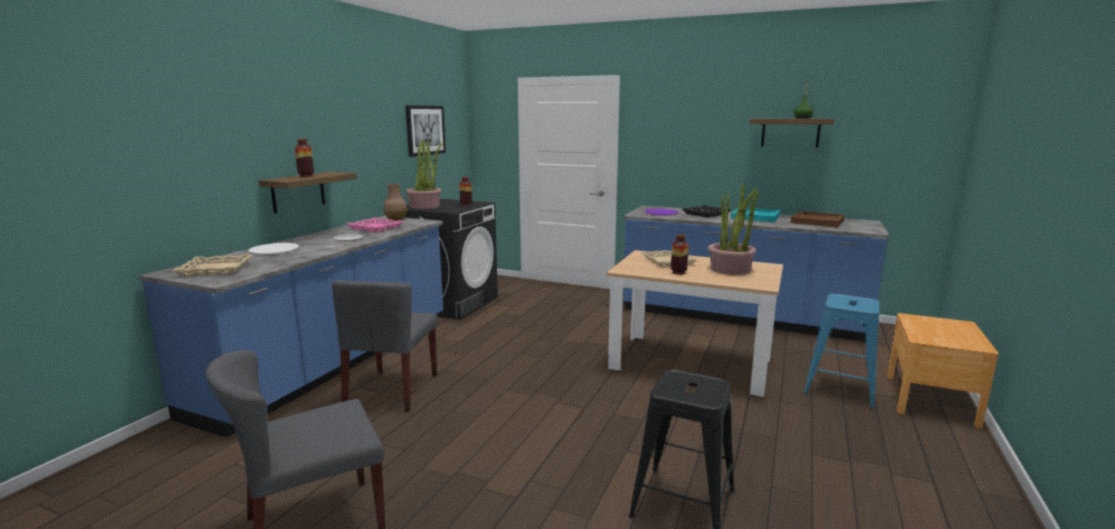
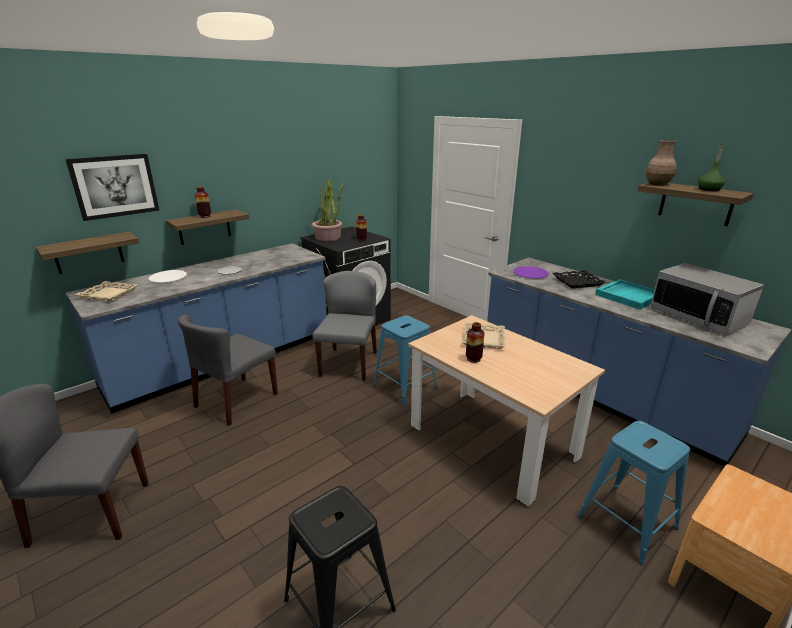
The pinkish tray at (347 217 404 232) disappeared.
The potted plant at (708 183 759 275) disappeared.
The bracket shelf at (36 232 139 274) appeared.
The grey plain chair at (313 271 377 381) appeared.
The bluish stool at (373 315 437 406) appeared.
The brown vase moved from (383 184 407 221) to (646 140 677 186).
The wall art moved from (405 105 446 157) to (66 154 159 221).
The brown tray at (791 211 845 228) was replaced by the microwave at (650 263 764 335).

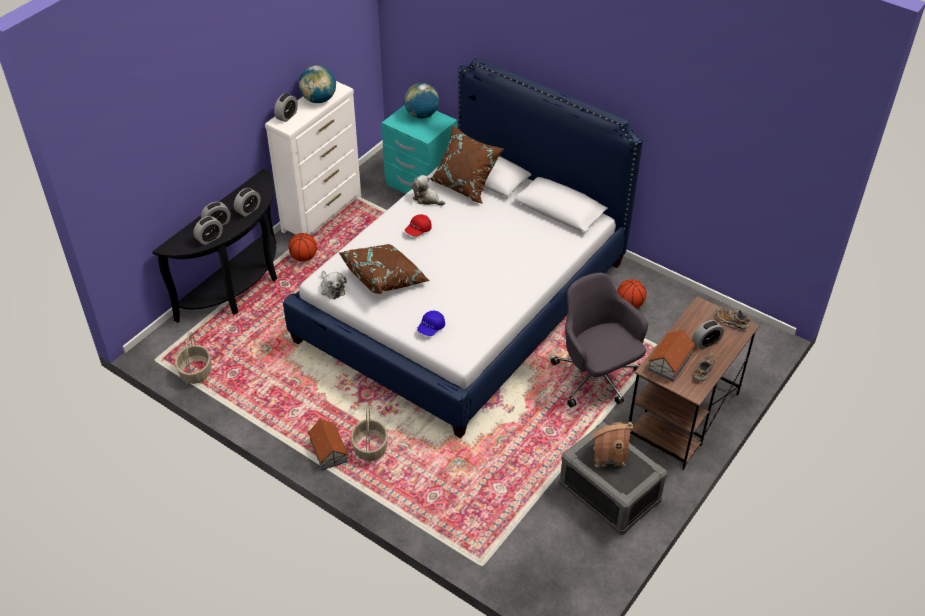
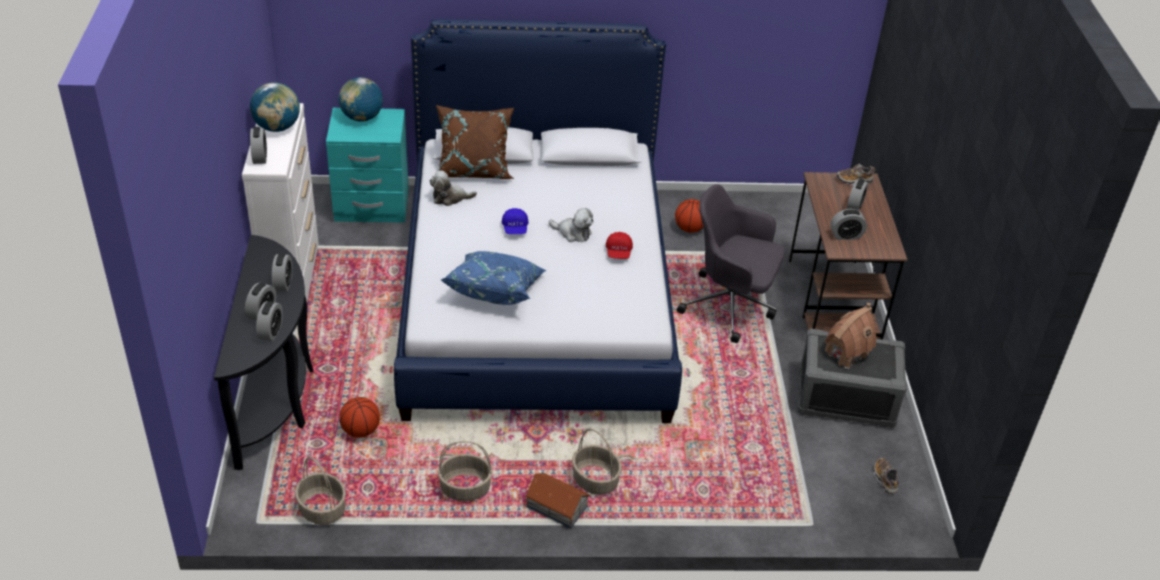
The storage basket at (438 441 492 502) appeared.
The basketball ball moved from (289 233 317 262) to (339 397 380 438).
The plush toy moved from (321 271 347 299) to (549 208 593 242).
The red-coloured peaked cap moved from (405 214 432 237) to (606 232 633 259).
The bluish peaked cap moved from (417 310 445 336) to (502 208 529 234).
The shoe moved from (694 353 715 382) to (874 458 899 495).
The toy house at (648 330 695 381) was replaced by the alarm clock at (830 209 867 240).
The brown cushion at (339 244 430 294) became the bluish cushion at (440 251 547 305).

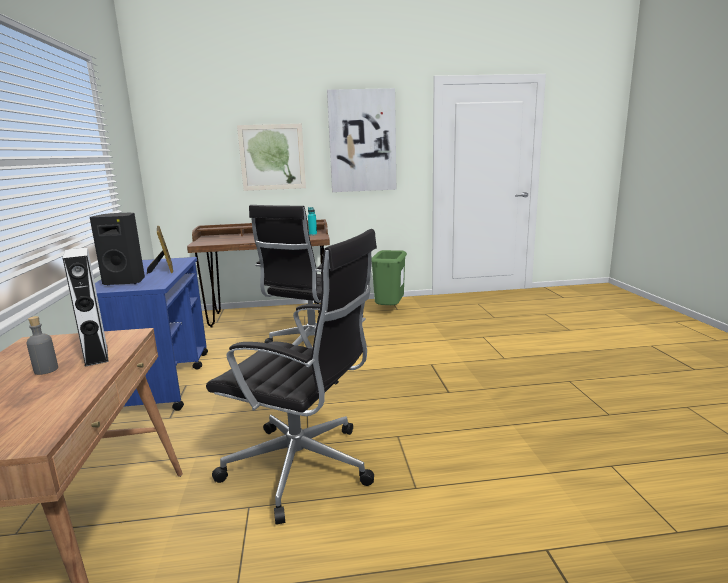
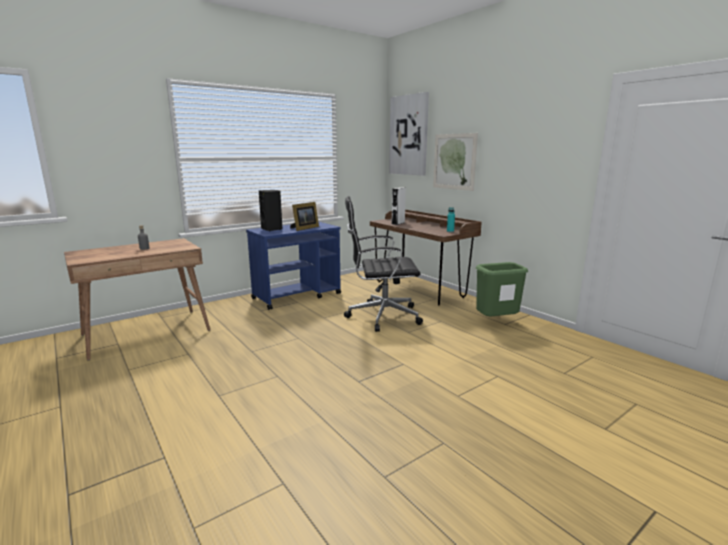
The black-coloured desk chair at (206 229 377 525) disappeared.
The white loudspeaker moved from (63 247 108 367) to (392 187 406 225).
The wall art moved from (327 88 396 192) to (389 92 429 176).

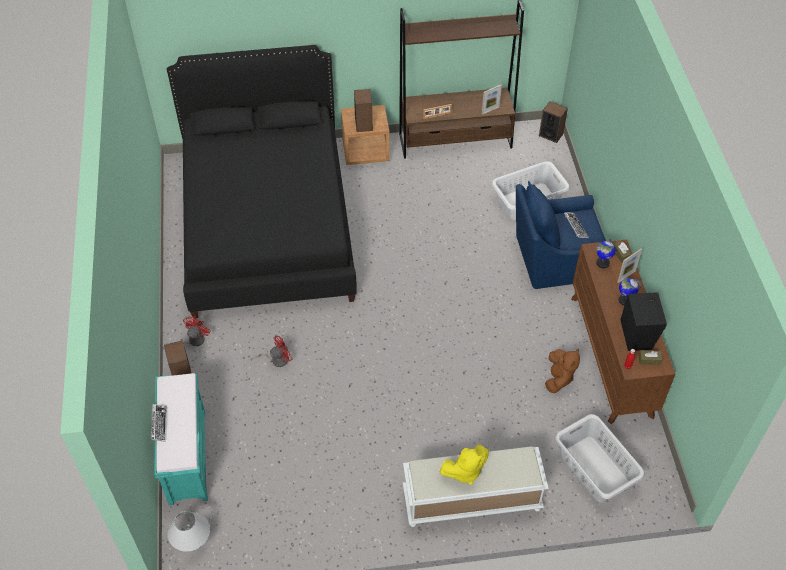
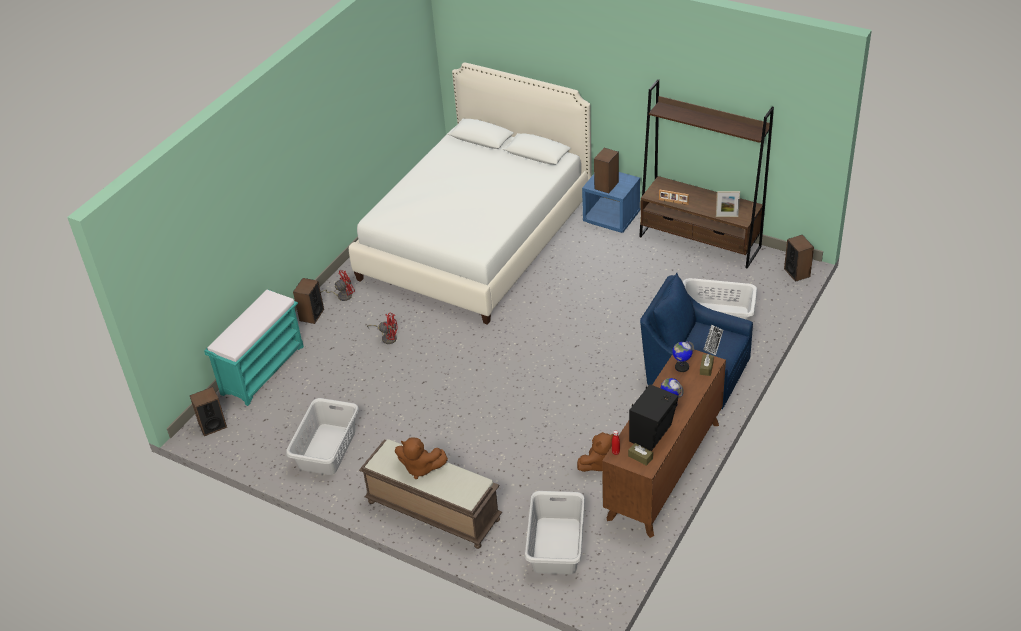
The computer keyboard at (151 404 167 442) disappeared.
The standing frame at (618 249 642 283) disappeared.
The grey laundry basket at (286 398 359 475) appeared.
The white tabletop lamp at (168 511 210 552) was replaced by the loudspeaker at (190 387 227 436).
The black-coloured bed at (167 45 357 318) became the white bed at (349 63 592 325).
The brown night table at (341 105 390 165) became the bluish night table at (582 172 640 233).
The white long seat at (403 446 549 527) became the brown long seat at (359 439 502 549).
The yellow plush toy at (440 445 489 485) became the brown plush toy at (395 437 448 479).

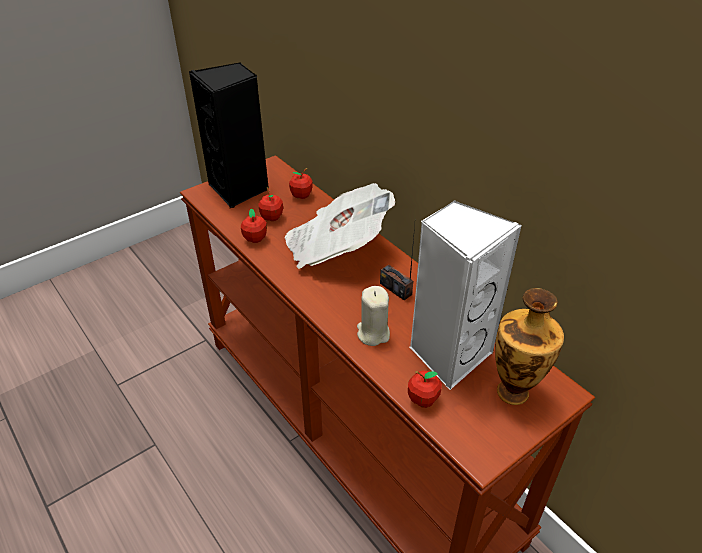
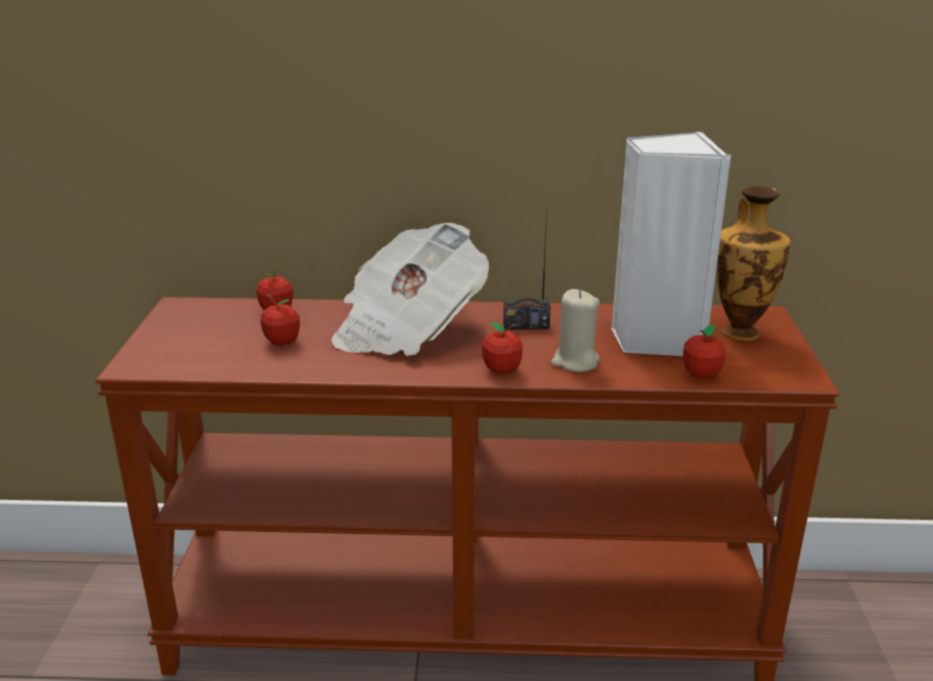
The black-coloured loudspeaker at (189 62 269 208) disappeared.
The apple moved from (241 209 267 243) to (482 322 523 375).

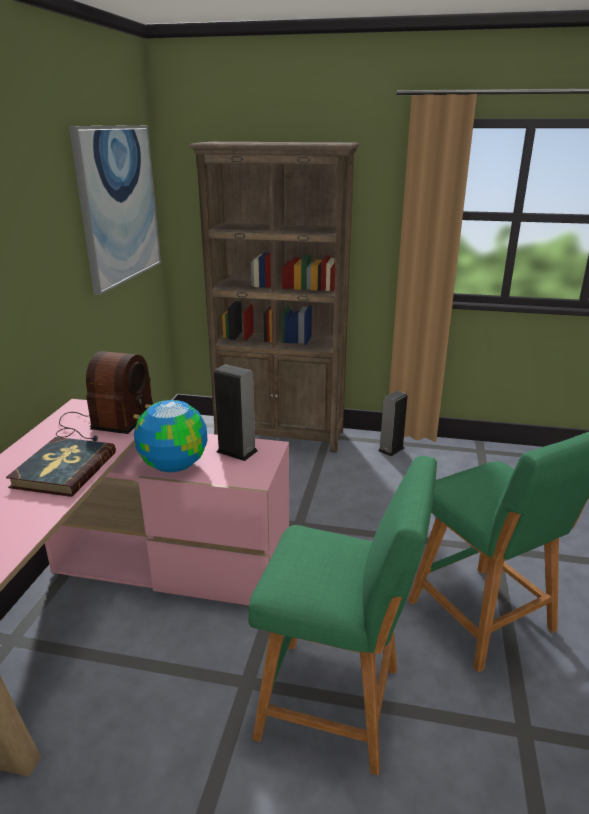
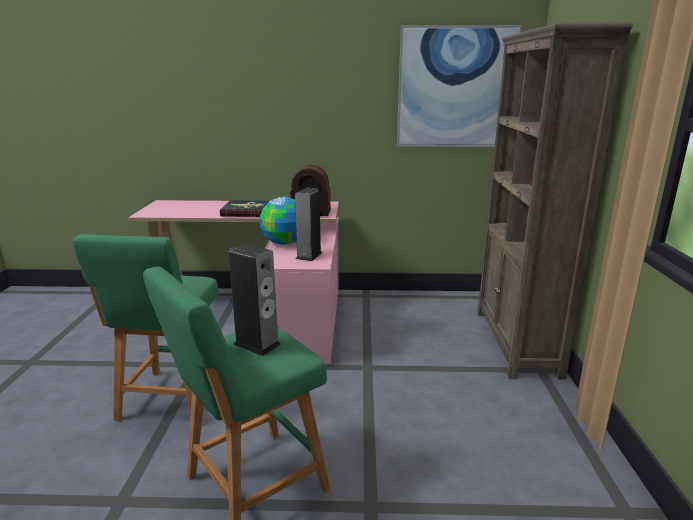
The loudspeaker moved from (378 391 407 456) to (228 244 281 356).

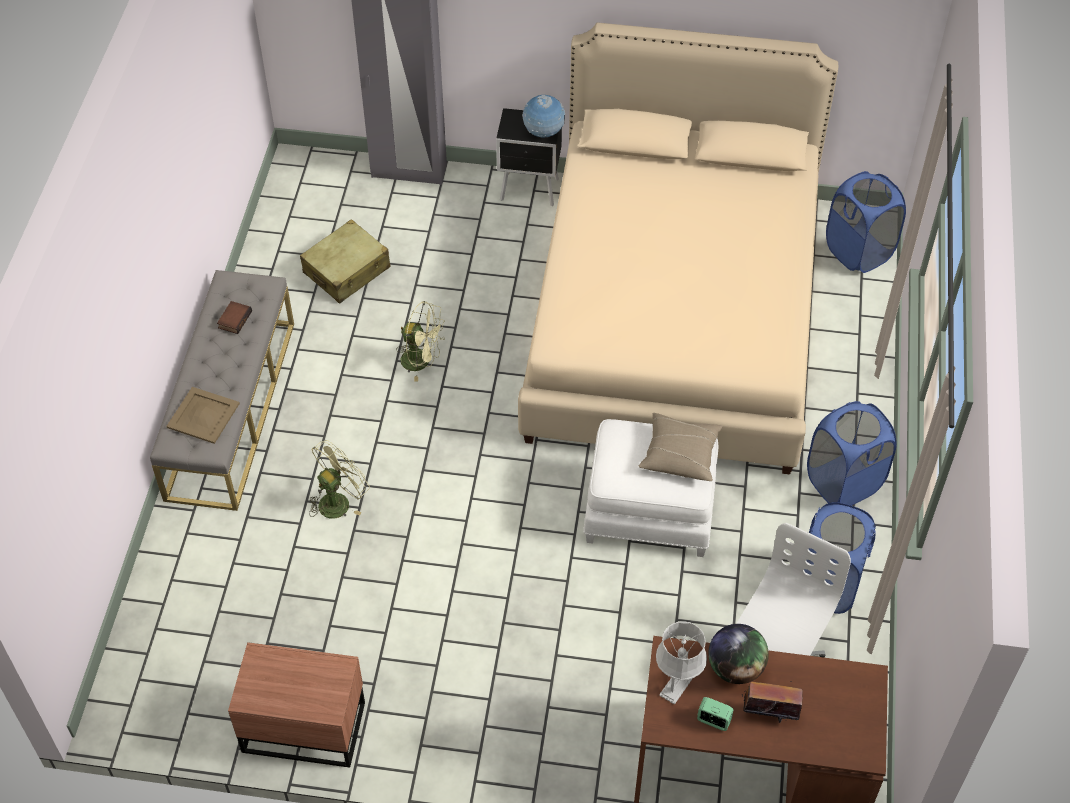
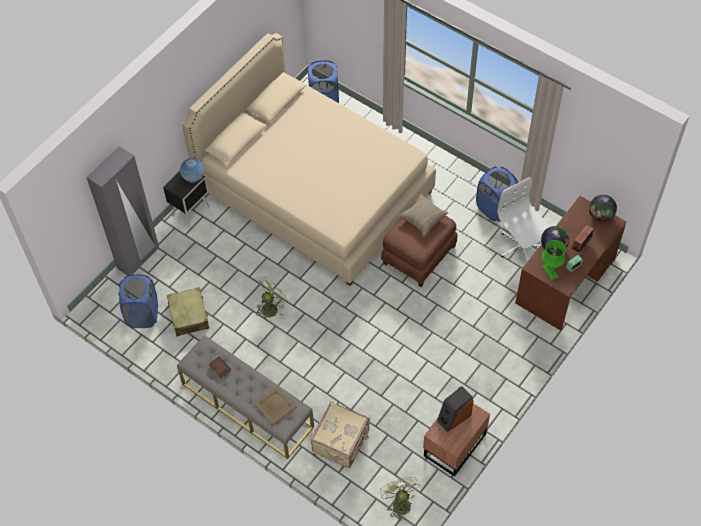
The beige-coloured travel case at (310 401 370 468) appeared.
The loudspeaker at (437 386 474 432) appeared.
The desk globe at (589 195 617 222) appeared.
The greenish fan moved from (309 440 370 519) to (380 477 420 521).
The bluish laundry basket moved from (807 401 897 506) to (119 274 158 328).
The white ottoman at (583 419 718 557) became the brown ottoman at (381 201 457 287).
The grey tabletop lamp at (656 621 707 705) became the greenish tabletop lamp at (542 240 566 280).

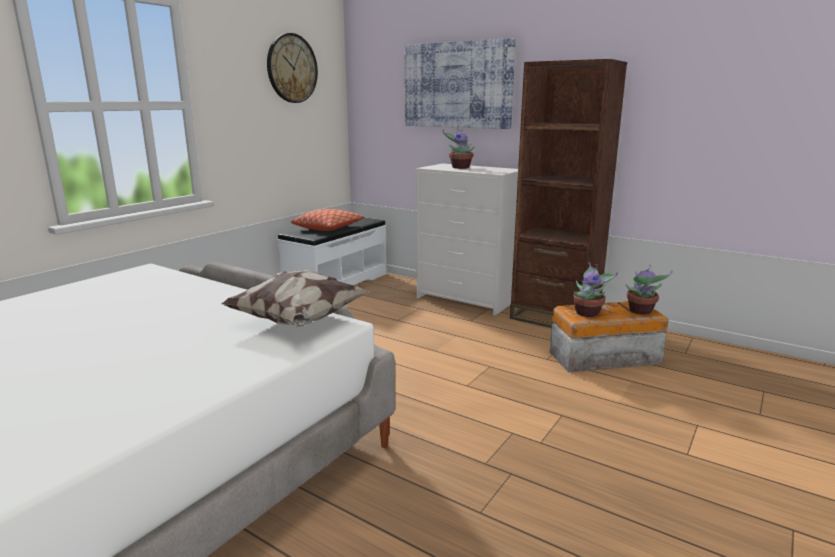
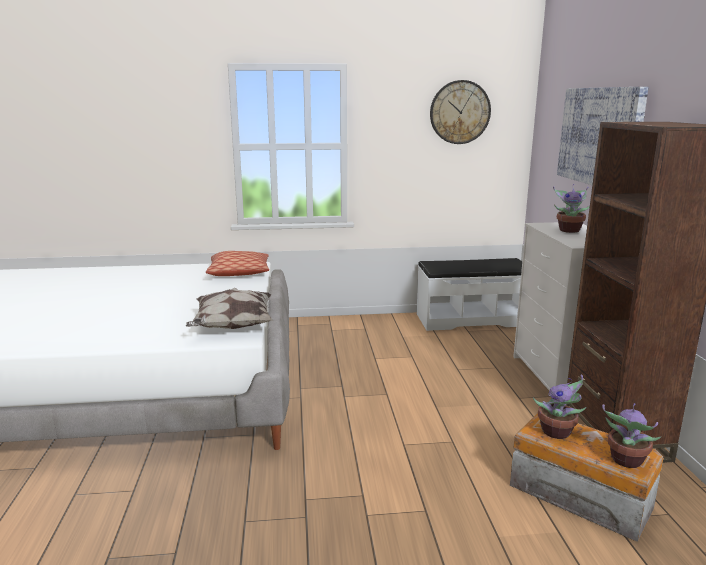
The cushion moved from (291 209 364 231) to (206 251 269 276).

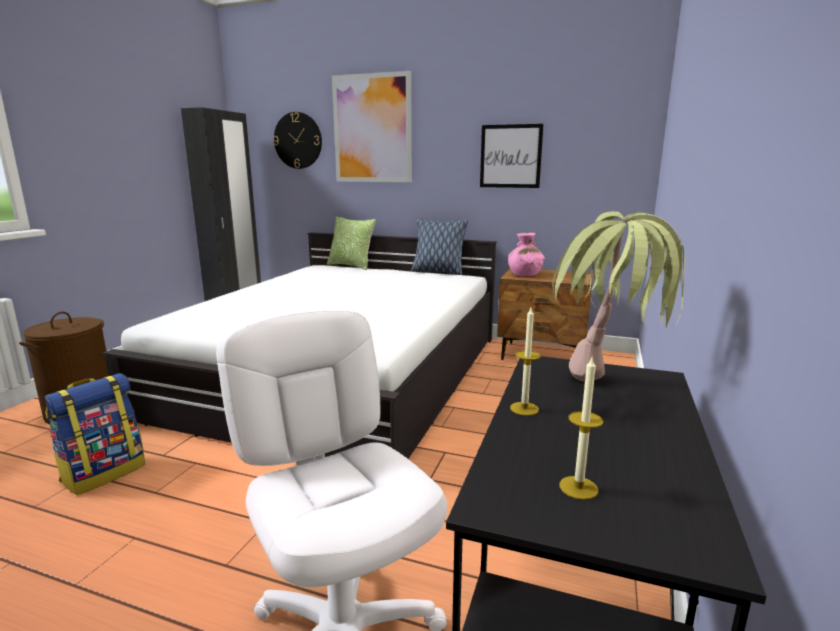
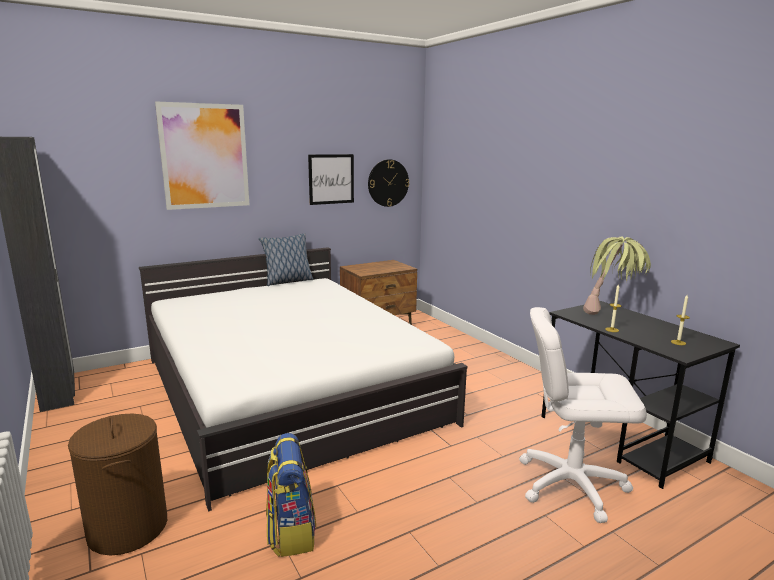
The cushion at (327 217 376 270) disappeared.
The pinkish vase at (508 233 545 276) disappeared.
The clock on the wall moved from (273 112 322 169) to (368 159 409 207).

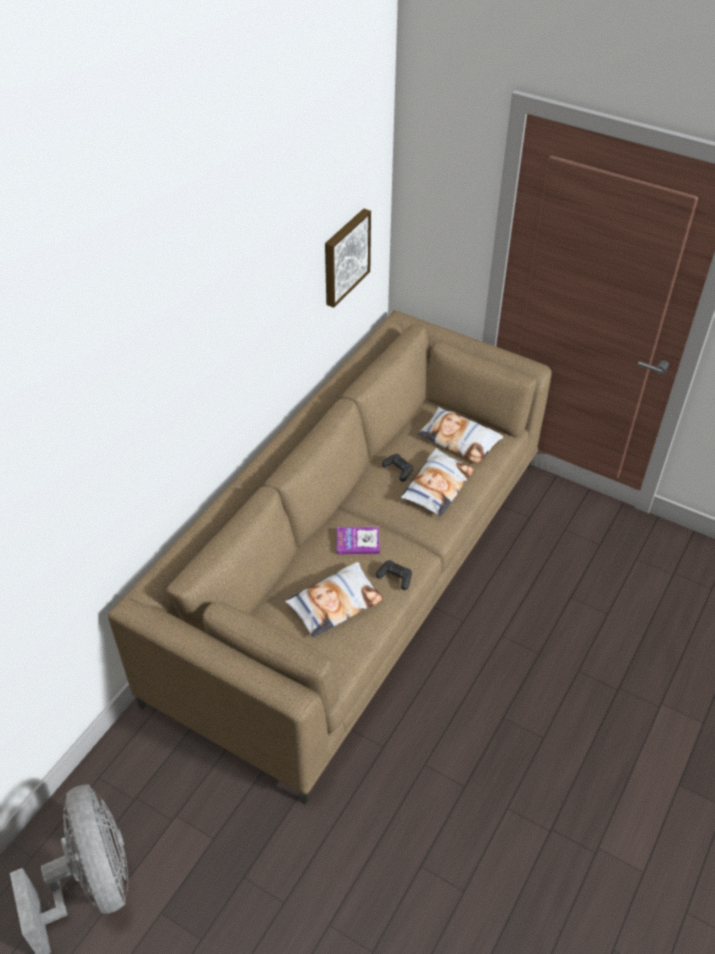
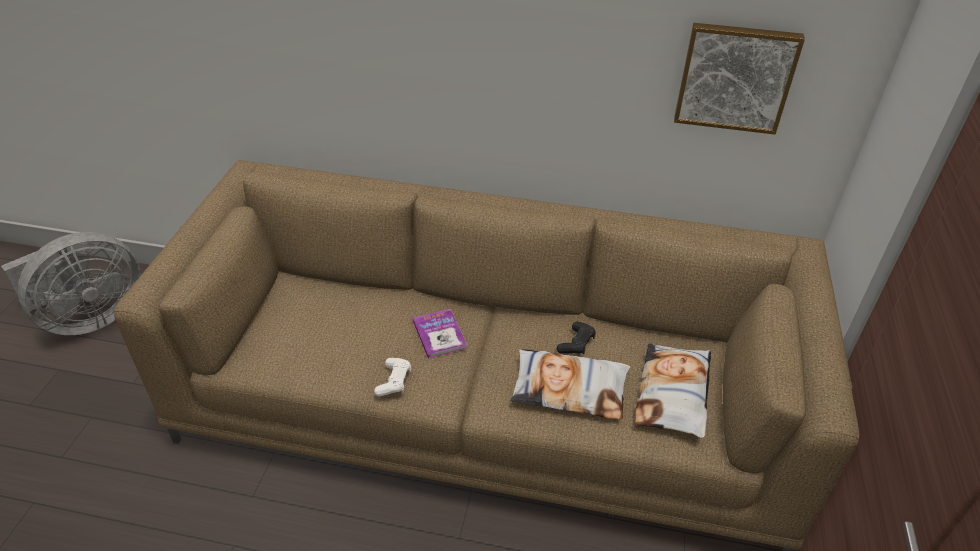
The cushion at (285 562 384 638) disappeared.
The black-coloured game controller at (376 560 412 590) became the white game controller at (374 358 411 396).

